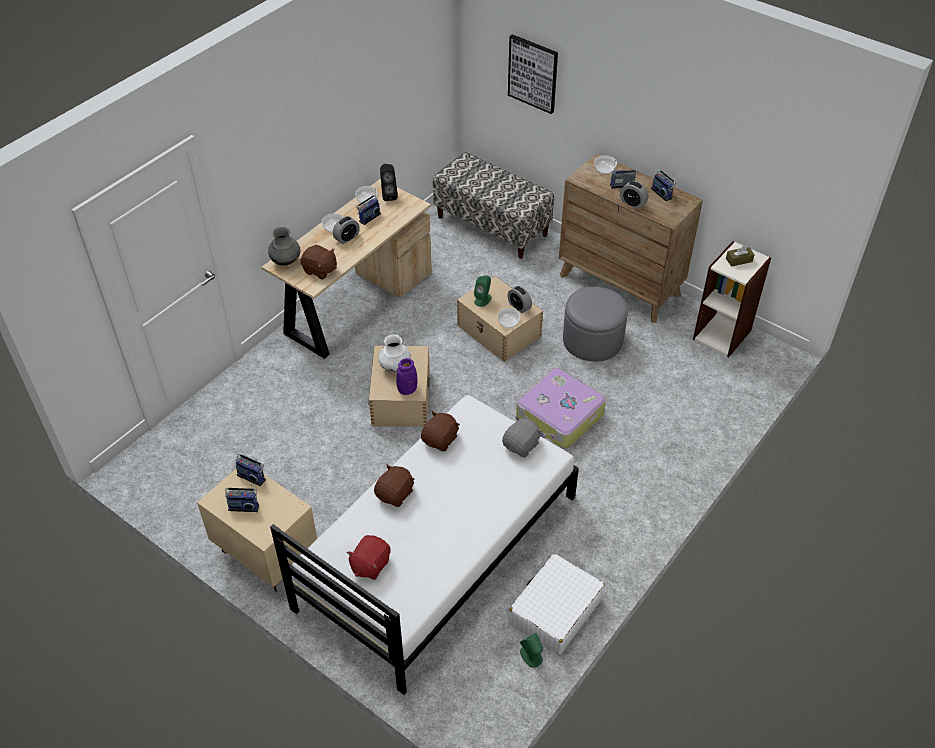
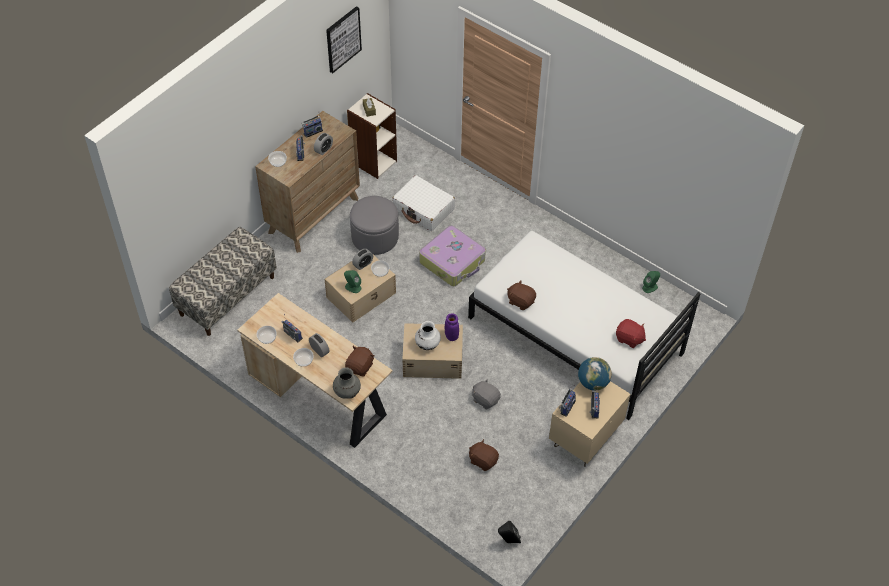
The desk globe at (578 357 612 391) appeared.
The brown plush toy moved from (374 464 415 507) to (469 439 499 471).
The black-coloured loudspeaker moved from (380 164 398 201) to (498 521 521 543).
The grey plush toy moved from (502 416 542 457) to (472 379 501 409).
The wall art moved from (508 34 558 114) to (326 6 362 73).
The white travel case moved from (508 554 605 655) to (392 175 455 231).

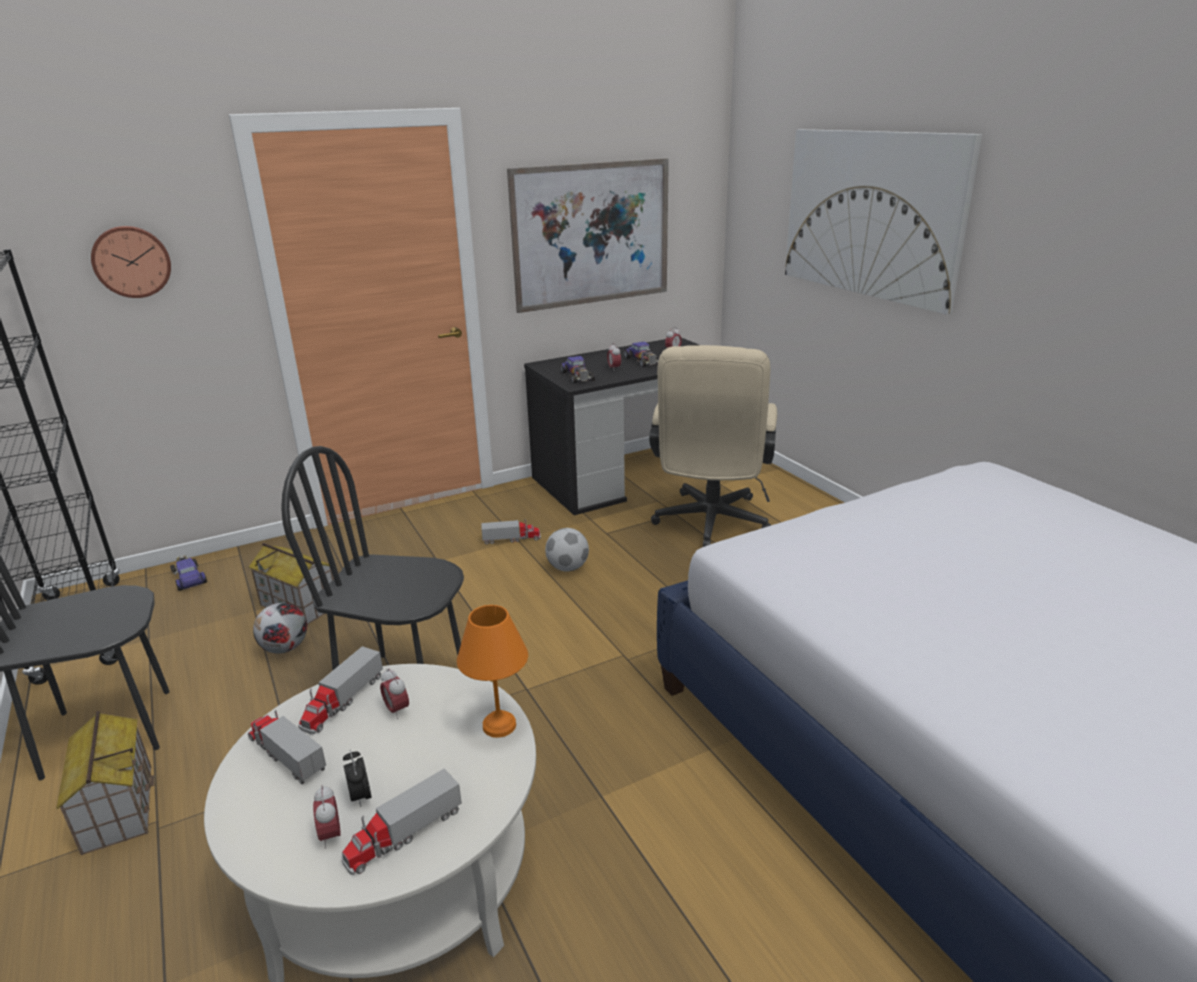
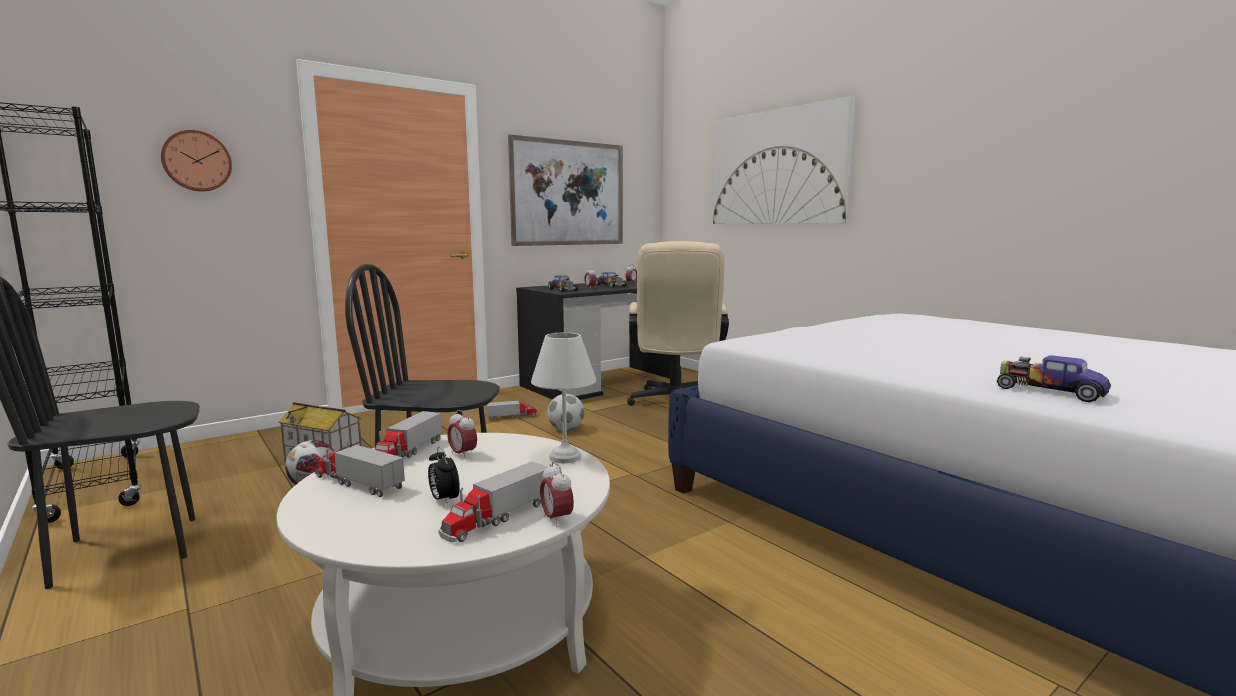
The toy house at (56 711 155 855) disappeared.
The miniature car moved from (170 555 207 591) to (997 355 1111 402).
The alarm clock moved from (313 785 341 849) to (540 462 574 527).
The orange-coloured tabletop lamp at (457 605 528 738) became the white tabletop lamp at (531 332 596 463).

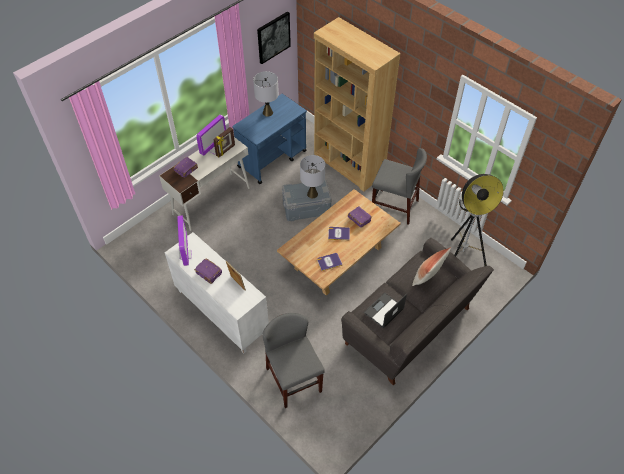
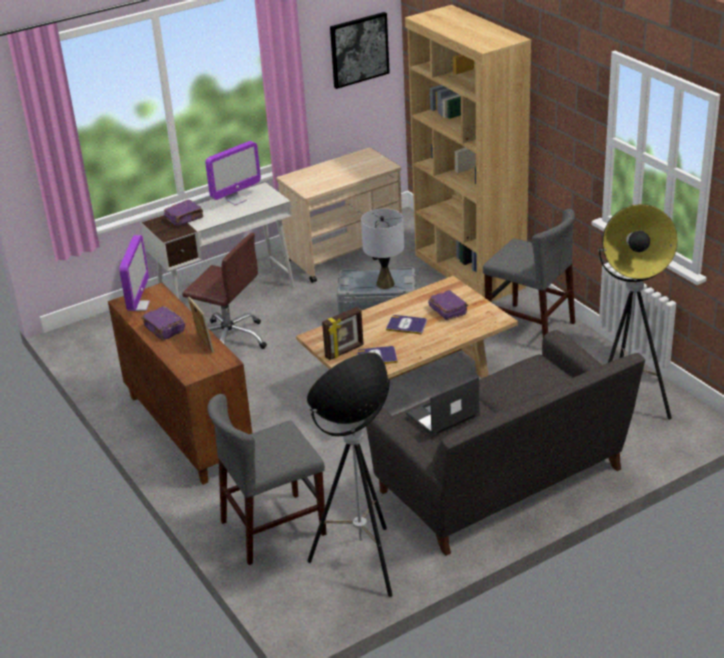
The grey tabletop lamp at (253 71 279 117) disappeared.
The cushion at (412 247 451 286) disappeared.
The brown desk chair at (182 233 267 349) appeared.
The standing lamp at (307 352 392 597) appeared.
The standing frame moved from (213 127 235 157) to (322 307 364 360).
The white cupboard at (165 232 269 353) became the brown cupboard at (108 283 252 485).
The bluish wheeled cart at (232 94 307 184) became the beige-coloured wheeled cart at (277 147 402 283).
The grey plain chair at (263 313 325 408) turned 105 degrees counterclockwise.

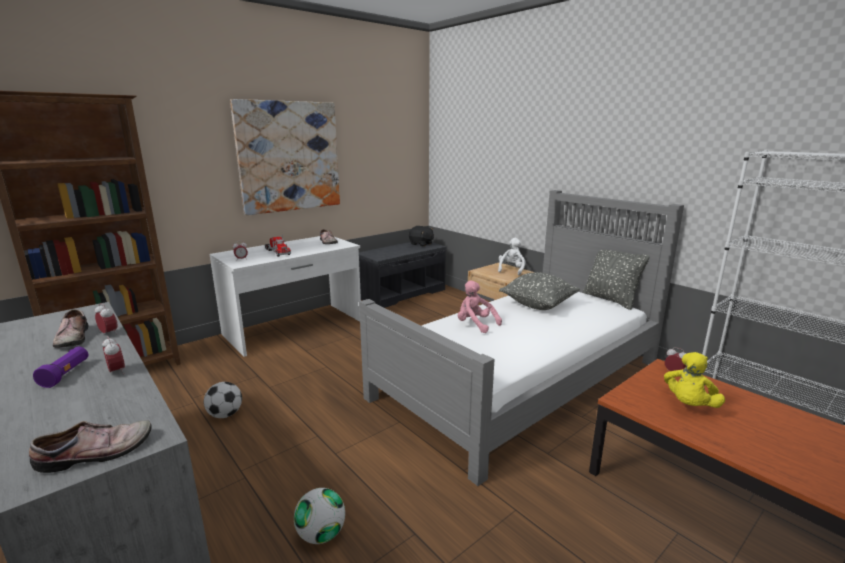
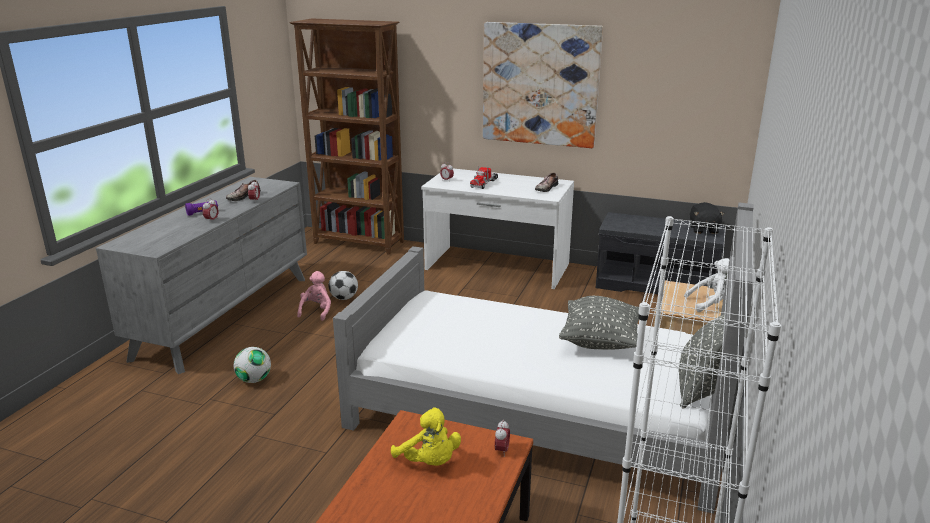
The shoe at (29 420 152 473) disappeared.
The pinkish plush toy moved from (458 280 502 333) to (297 271 331 321).
The yellow plush toy at (664 352 725 408) turned 135 degrees counterclockwise.

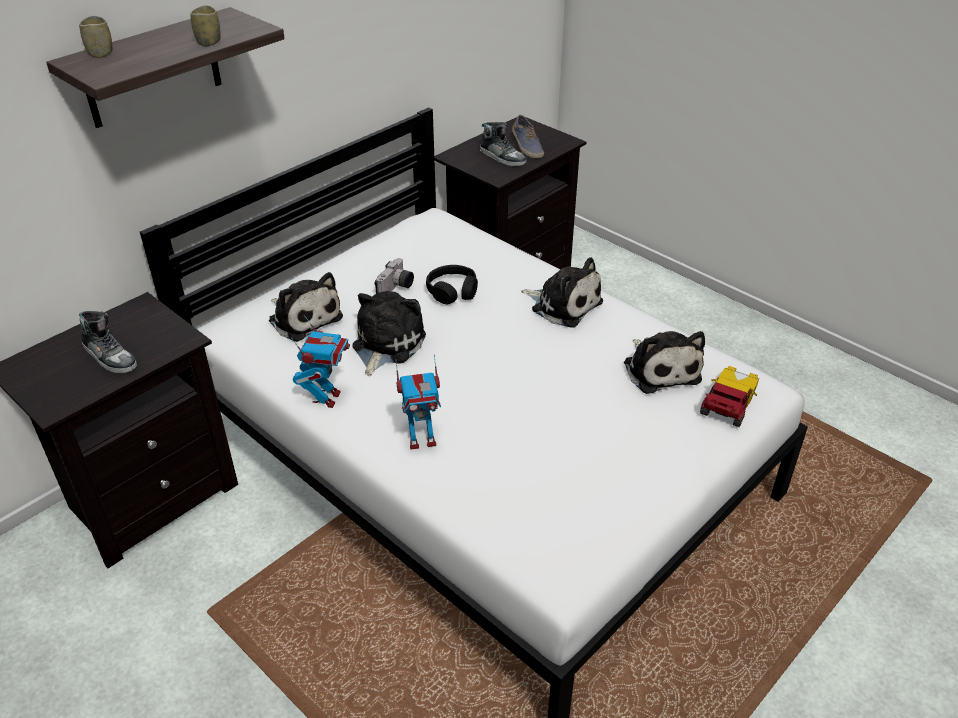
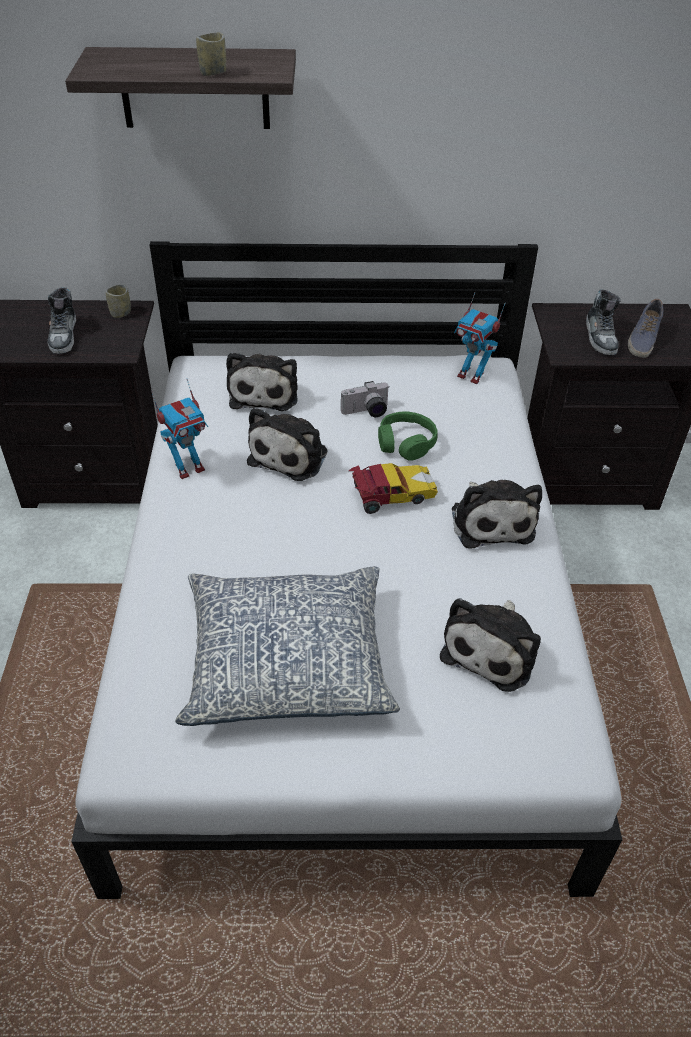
The cushion at (175 566 400 726) appeared.
The drinking cup moved from (79 16 112 58) to (106 284 131 318).
The robot figure moved from (395 354 441 450) to (454 292 505 384).
The miniature car moved from (700 366 759 427) to (349 463 438 514).
The black-coloured pair of headphones at (426 265 478 304) became the greenish pair of headphones at (378 411 438 461).
The plush toy at (352 291 426 376) turned 135 degrees clockwise.

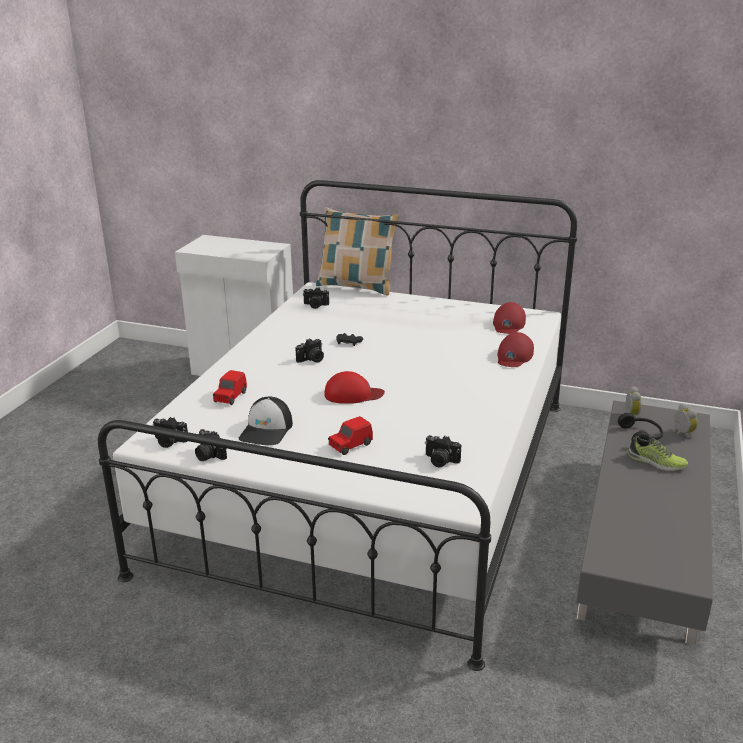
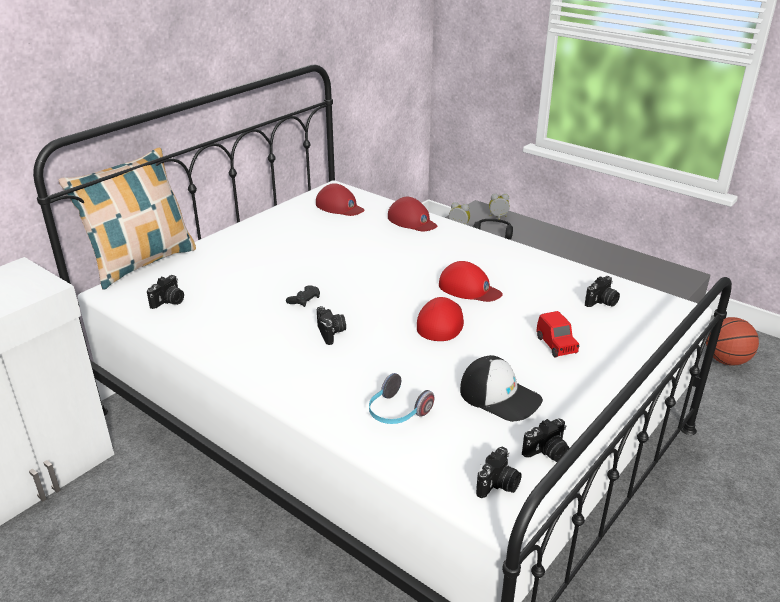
The shoe at (627 436 688 471) disappeared.
The red-coloured peaked cap at (439 261 503 302) appeared.
The basketball ball at (706 317 759 366) appeared.
The red-coloured miniature car at (213 370 247 405) was replaced by the pair of headphones at (369 373 434 424).

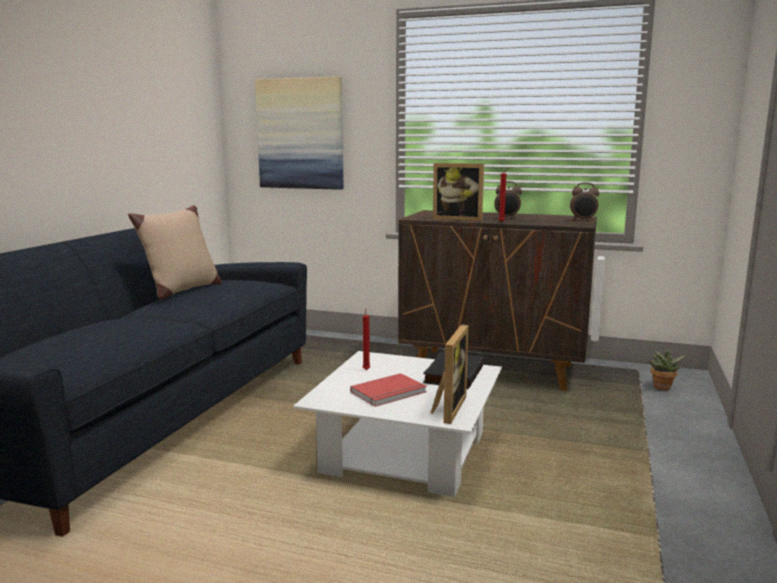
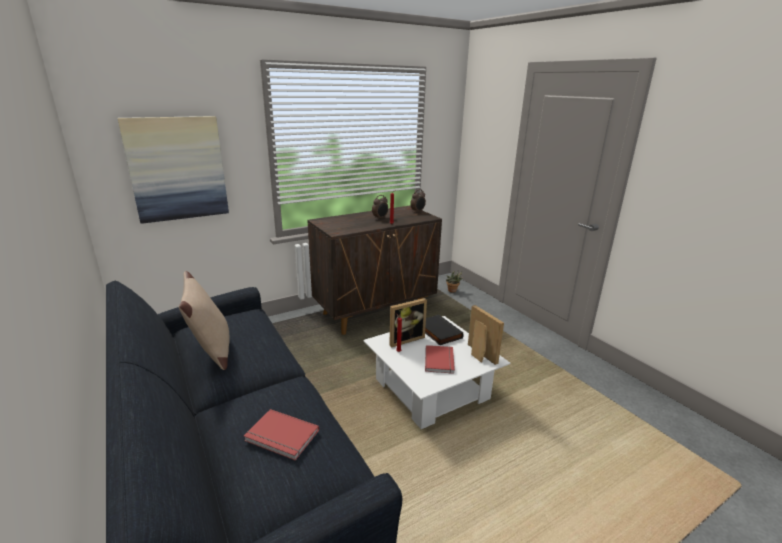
The red-coloured volume at (244 409 319 460) appeared.
The standing frame moved from (433 163 484 221) to (389 298 427 348).

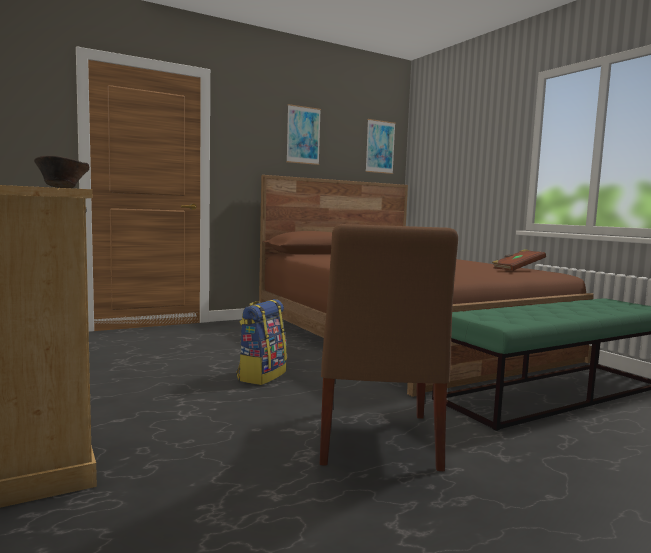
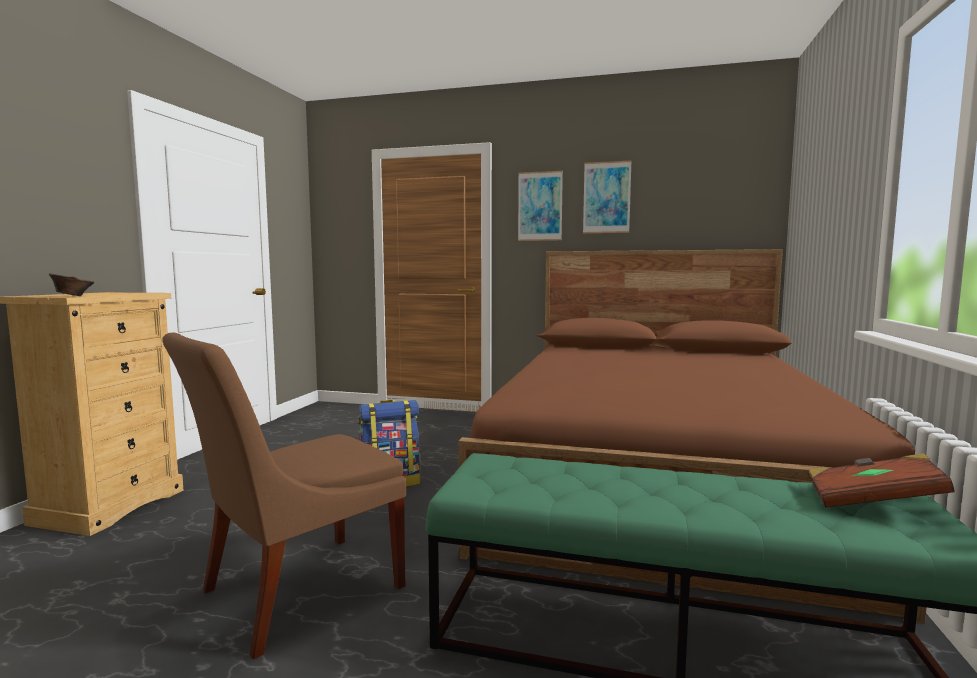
The wall art moved from (365 119 396 174) to (518 171 563 241).
The brown volume moved from (492 249 546 271) to (808 453 954 508).

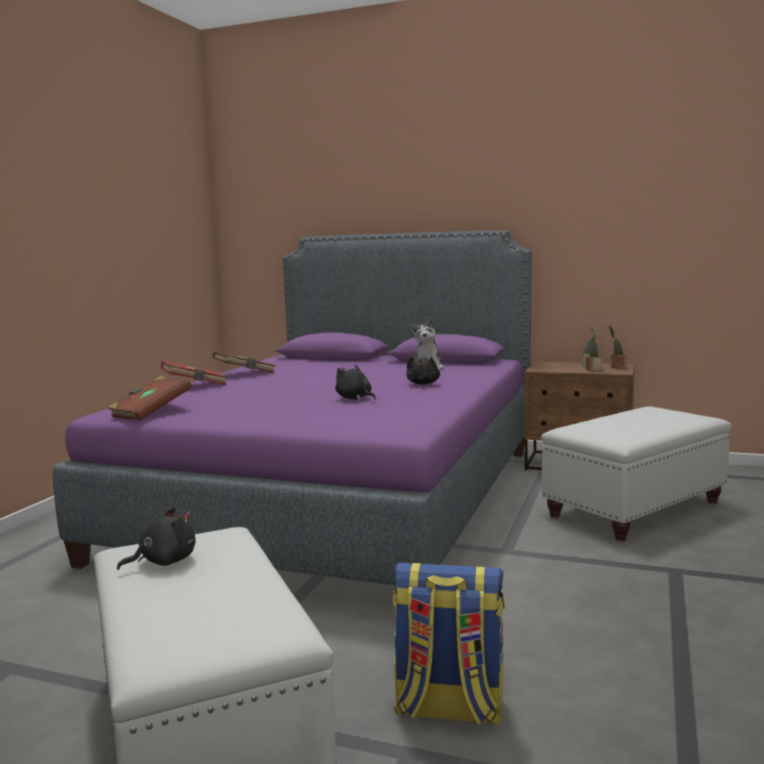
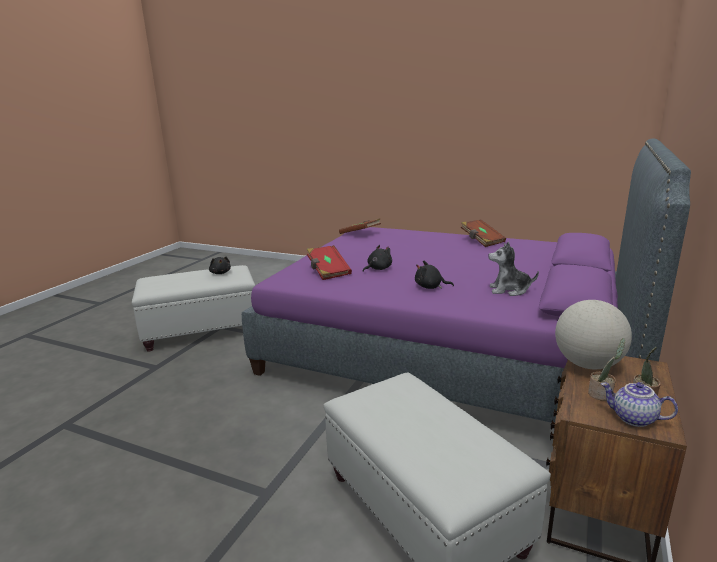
The backpack at (392 563 505 725) disappeared.
The desk globe at (555 300 632 369) appeared.
The red-coloured volume moved from (160 361 228 385) to (307 245 352 280).
The potted plant at (609 326 626 368) was replaced by the teapot at (601 382 678 427).

